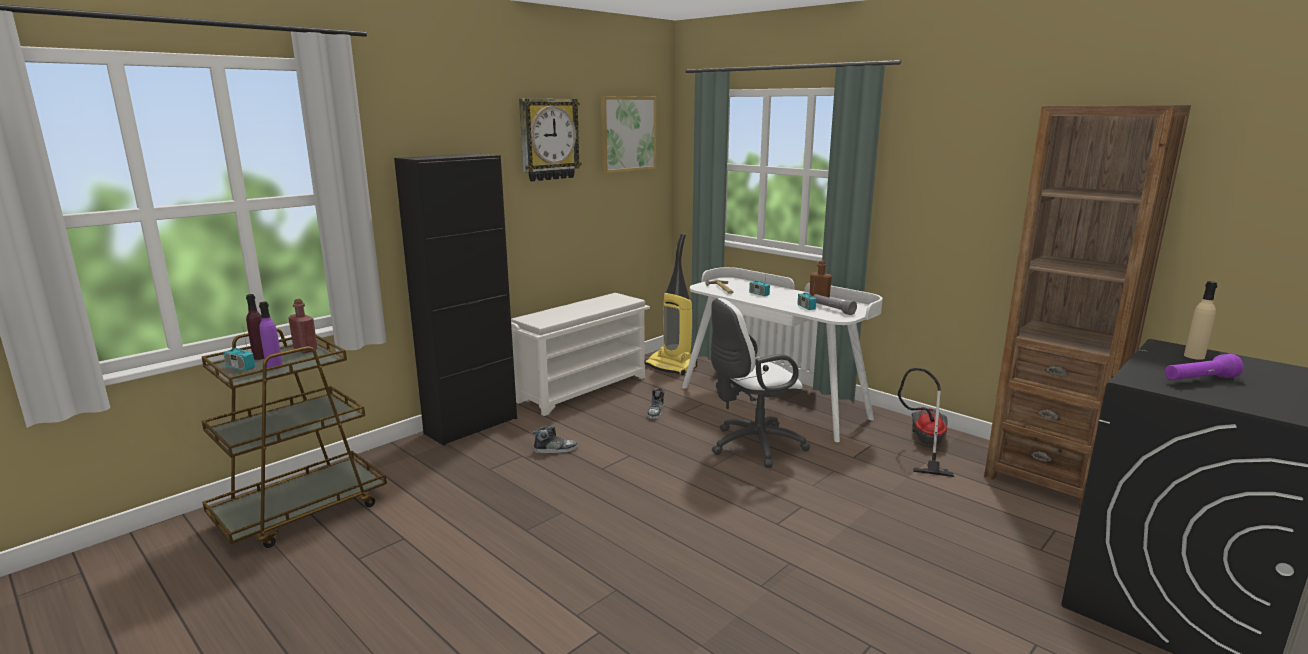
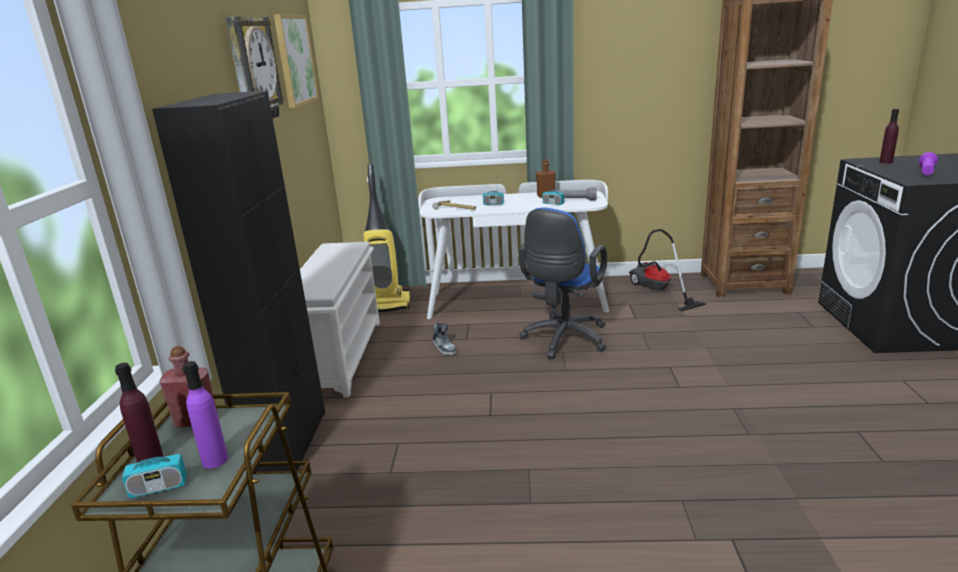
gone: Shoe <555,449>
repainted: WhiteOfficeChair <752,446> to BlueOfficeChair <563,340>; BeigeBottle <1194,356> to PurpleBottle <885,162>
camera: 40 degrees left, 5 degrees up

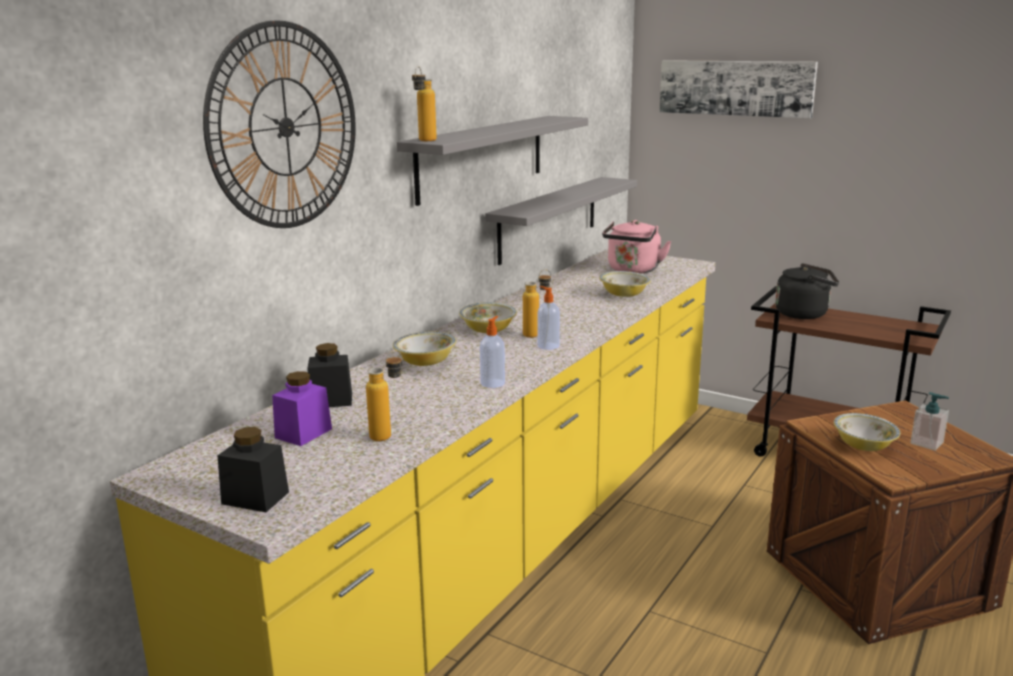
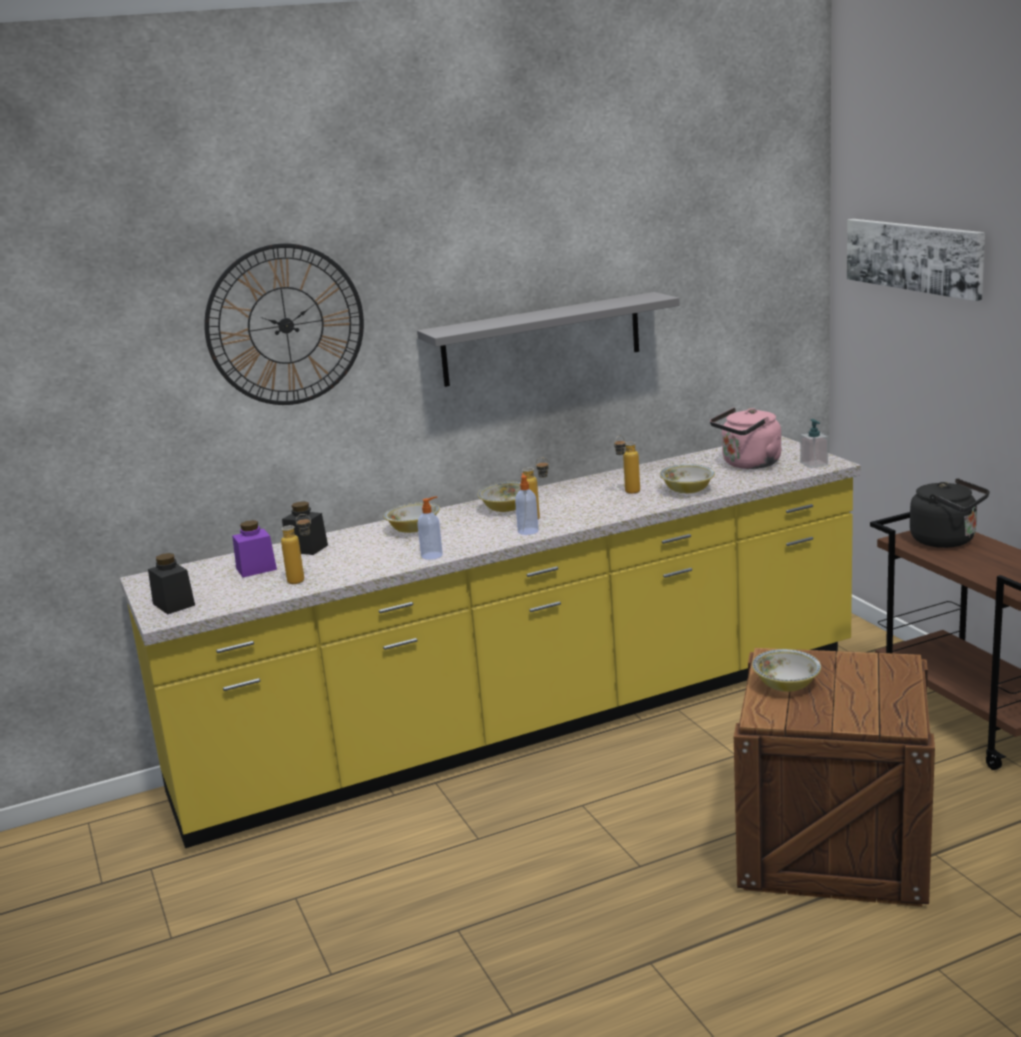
gone: GreyShelf <549,218>
shifted: Bottle <424,141> to <628,493>; SoapDispenser <927,443> to <814,464>
camera: 35 degrees right, 0 degrees up

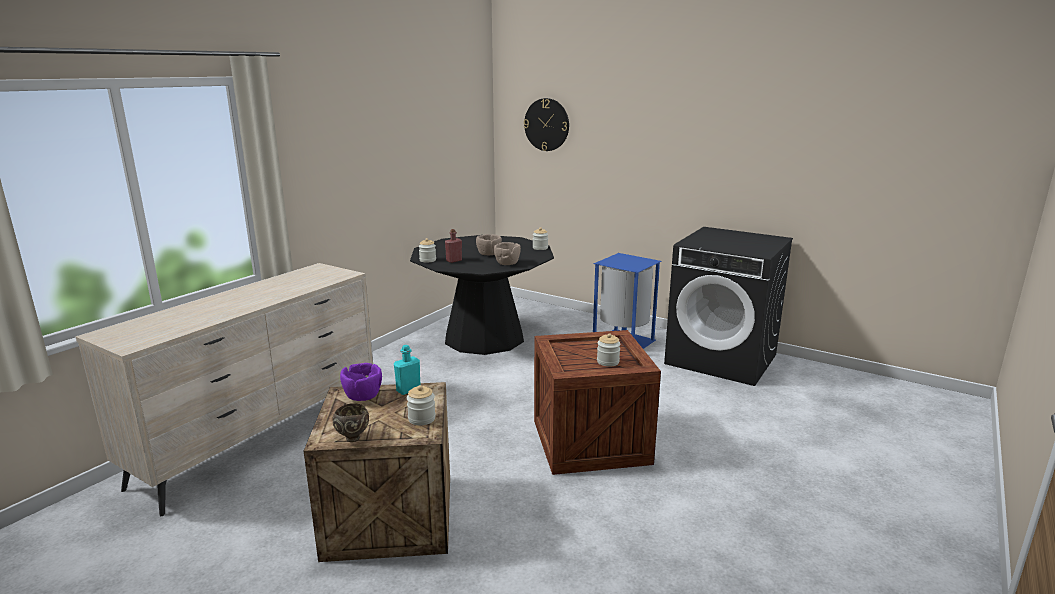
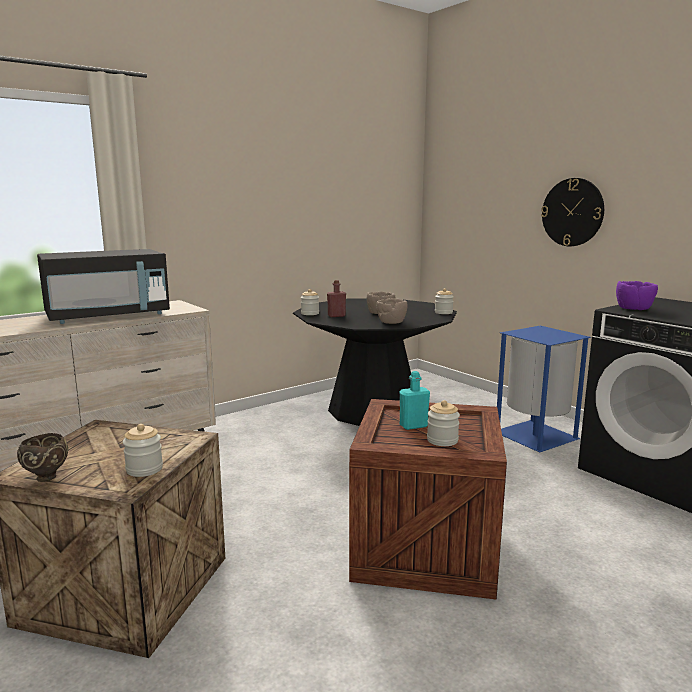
new: BlackMicrowave <108,316>
shifted: PurpleBowl <363,396> to <634,309>; TurquoiseBottle <408,390> to <413,426>; WallClock <546,124> to <572,212>
camera: 20 degrees right, 5 degrees down

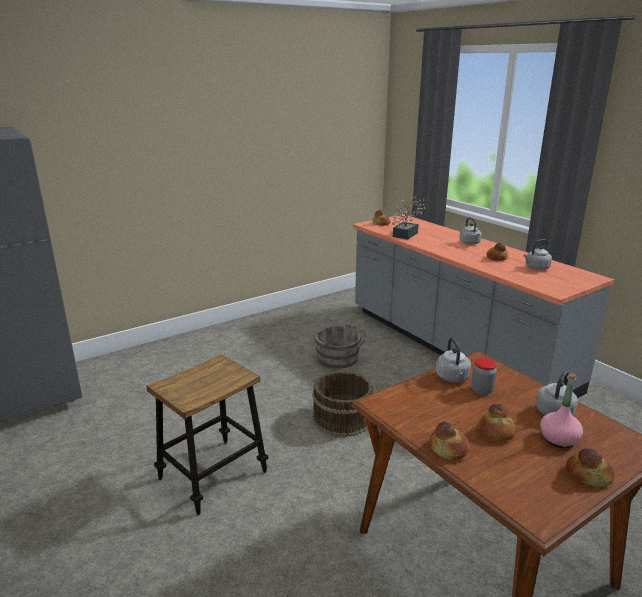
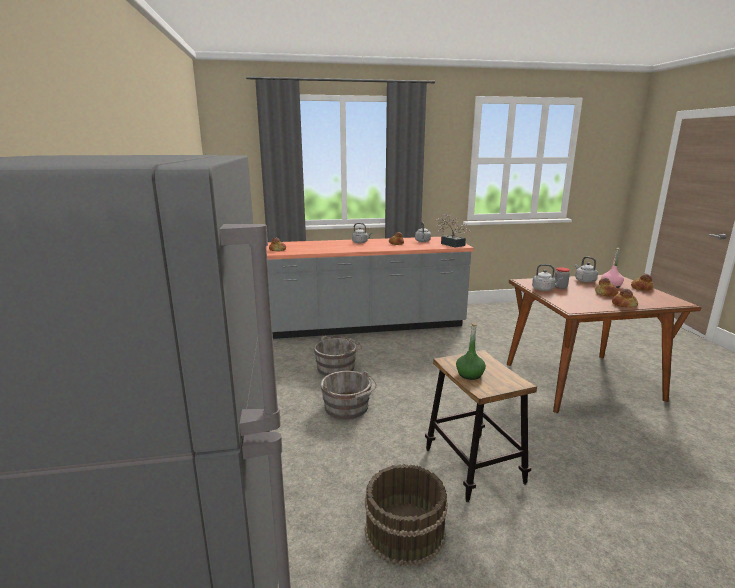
new: GreyBucket <348,408>; GreenBottle <470,374>
shifted: BrownBucket <343,418> to <404,530>; PottedPlant <407,234> to <451,244>
camera: 65 degrees left, 5 degrees down

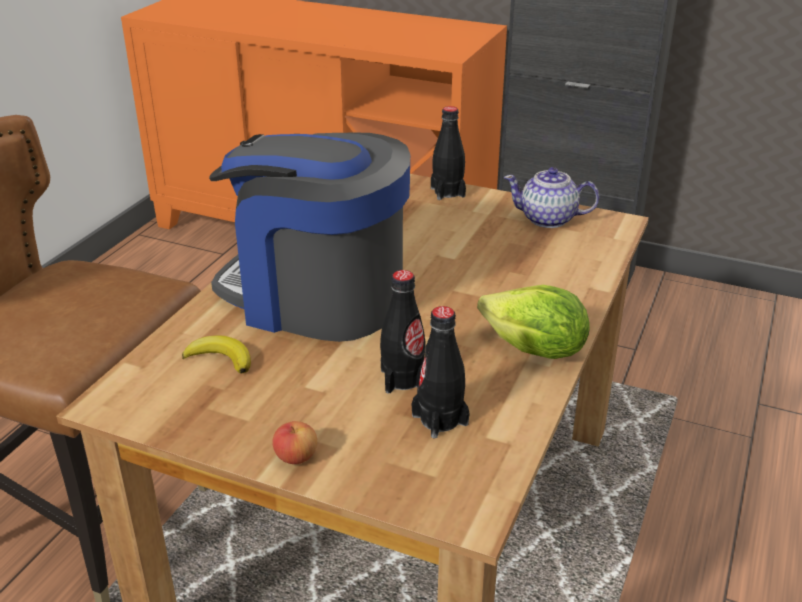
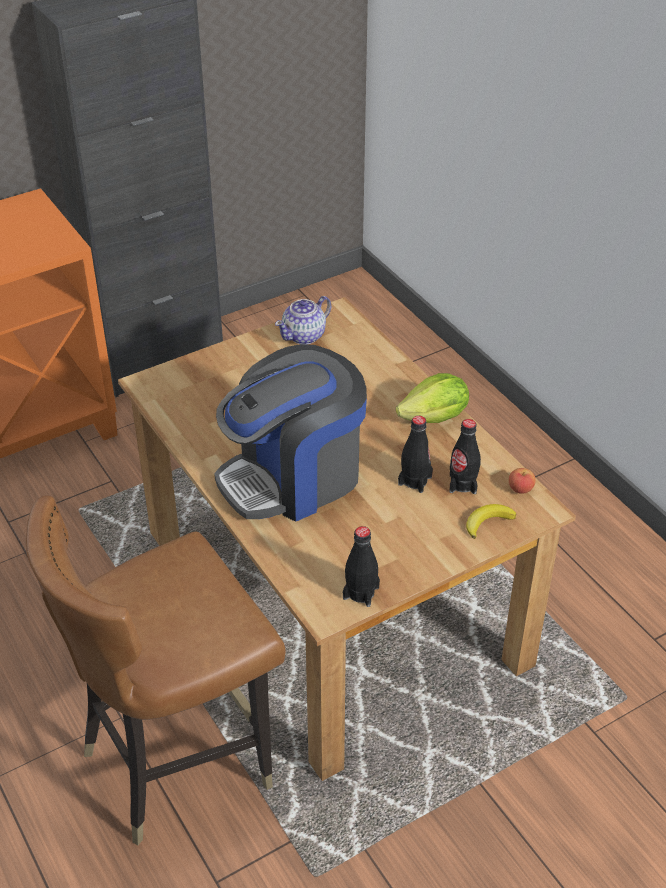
shifted: Banana <221,358> to <487,522>; Apple <296,457> to <520,489>; BlackBottle <447,192> to <361,592>
camera: 55 degrees left, 10 degrees up

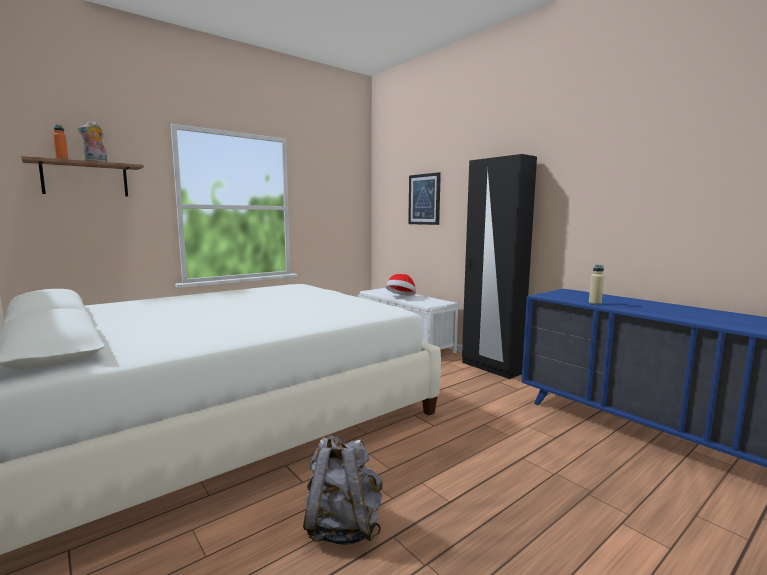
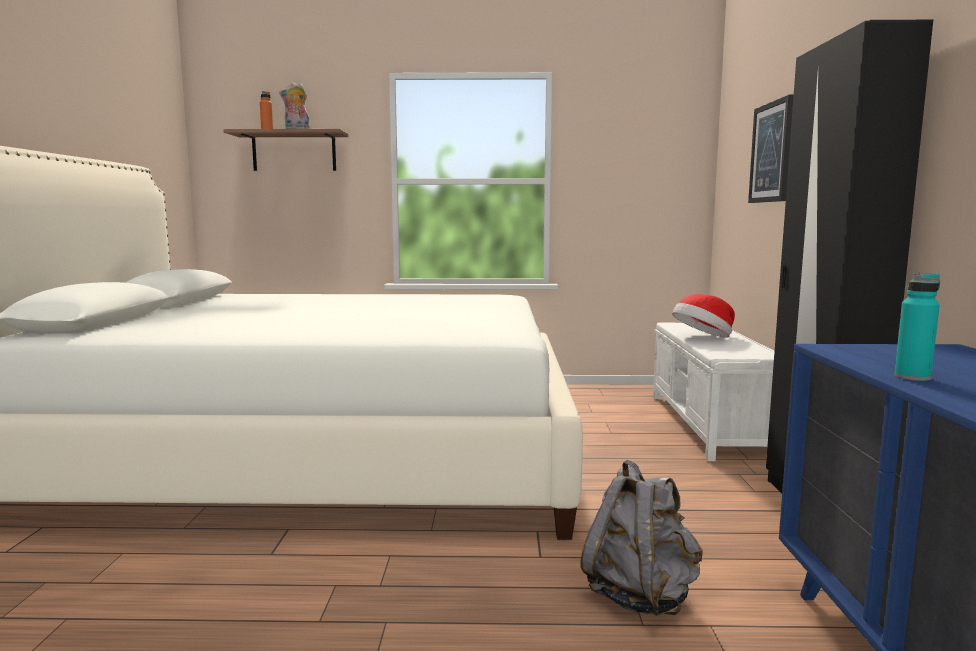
shifted: GreyBackpack <343,527> to <640,595>
repainted: BeigeBottle <595,303> to TurquoiseBottle <912,377>
camera: 40 degrees right, 0 degrees up

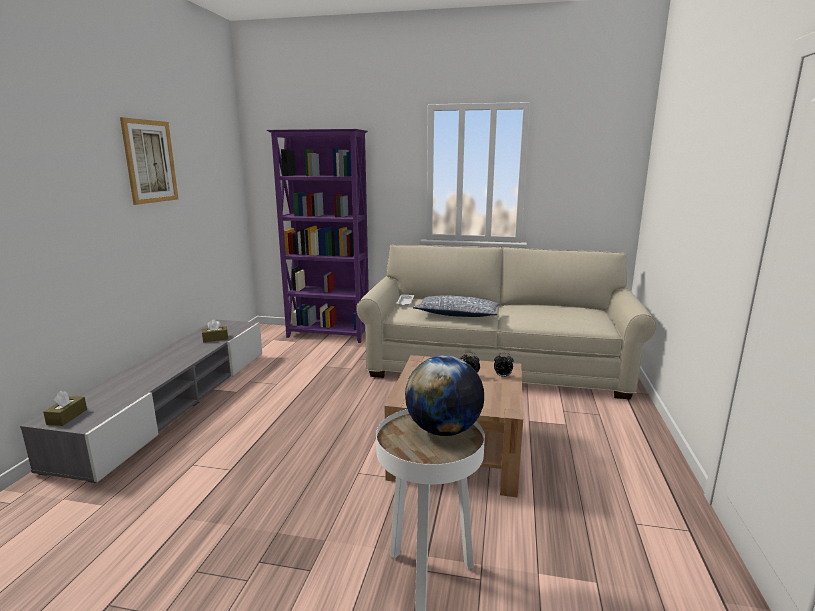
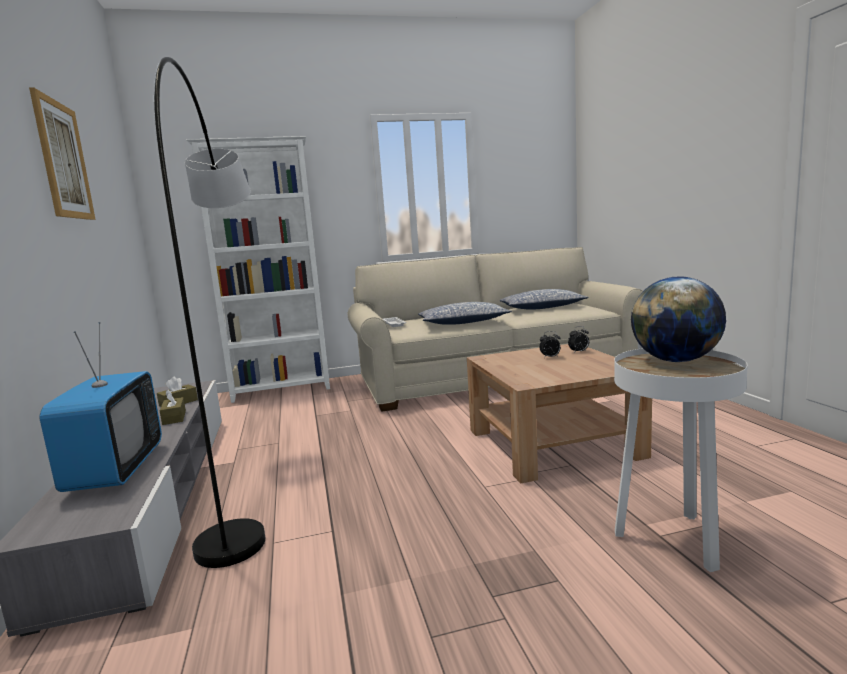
new: Television <116,469>; GreyFloorLamp <247,487>; Pillow <542,308>
shifted: BrownTissueBox <67,417> to <174,418>
repainted: PurpleBookcase <328,335> to WhiteBookcase <282,390>
camera: 25 degrees left, 5 degrees down

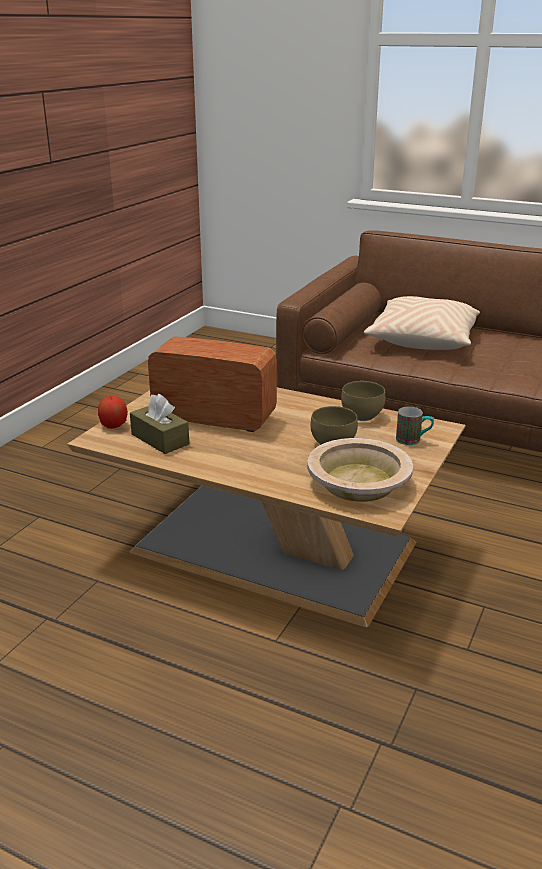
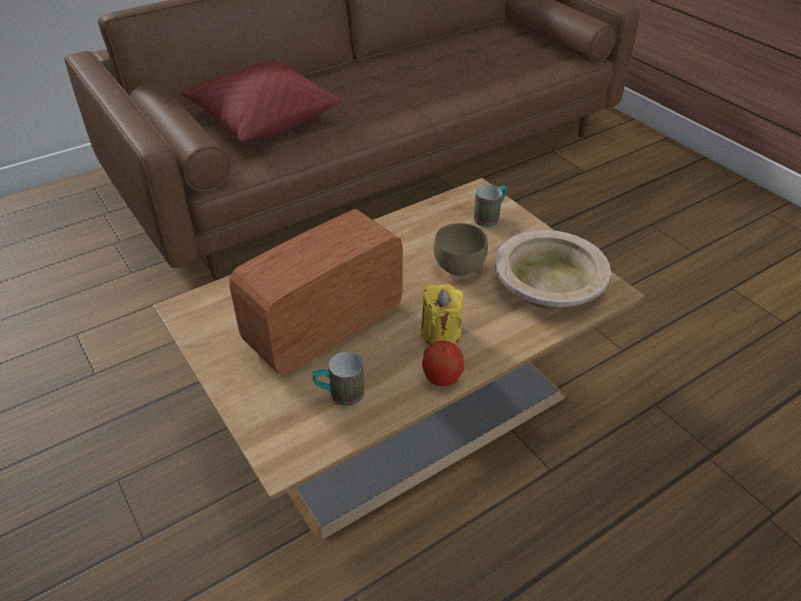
gone: BrownBowl <360,415>
new: YellowCandle <440,333>
shifted: Apple <113,426> to <442,378>
swapped: BrownTissueBox <160,439> to Mug <339,395>
repainted: BeigePillow <423,340> to RedPillow <263,119>
camera: 60 degrees left, 15 degrees up

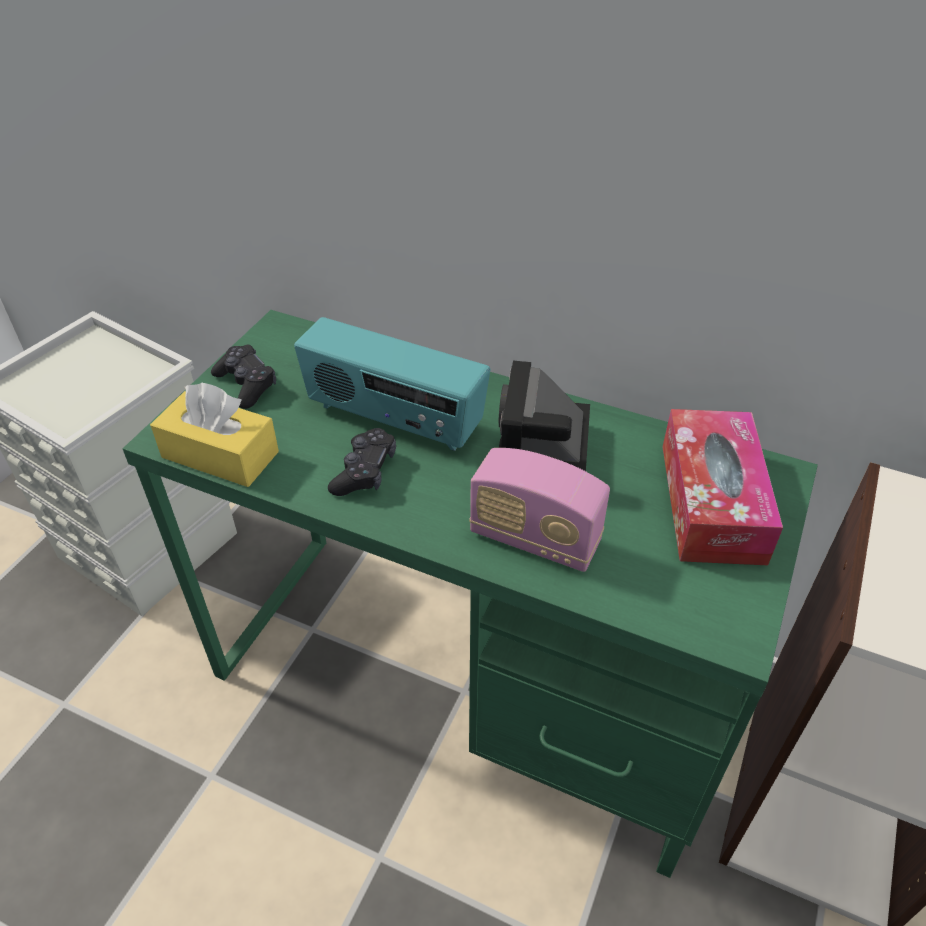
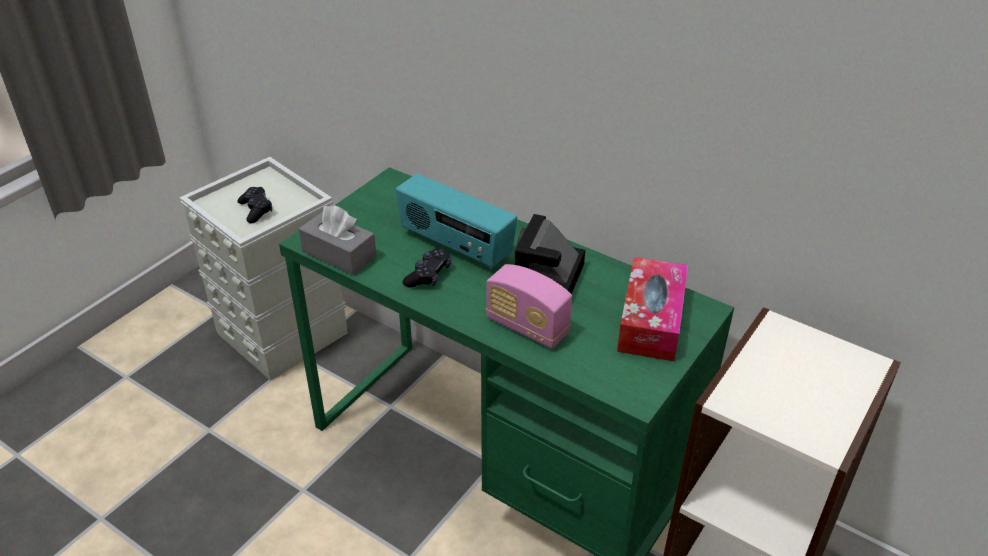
shifted: BlackGameController <246,384> to <256,210>
repainted: YellowTissueBox <220,454> to GreyTissueBox <339,254>
camera: 10 degrees right, 5 degrees down

